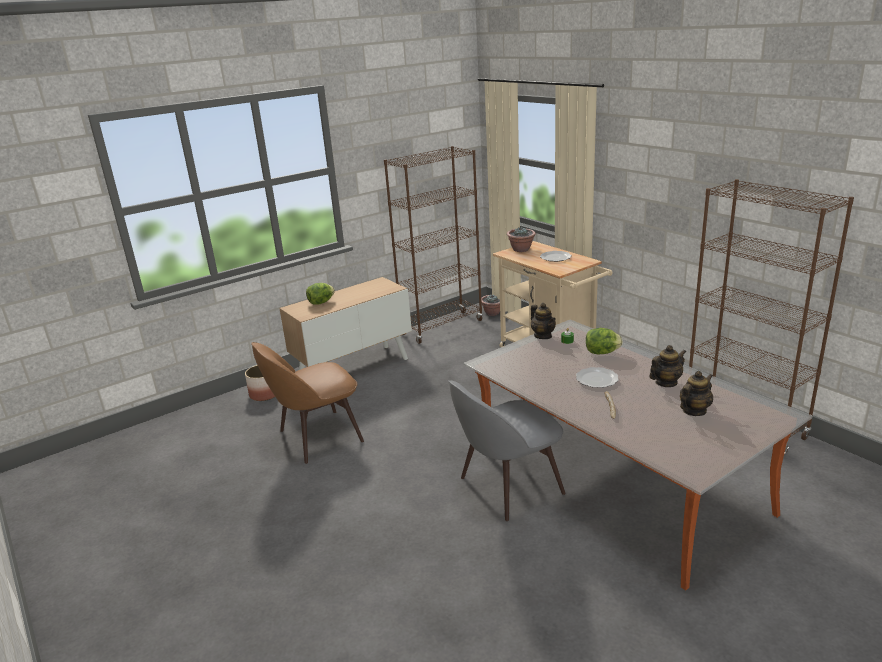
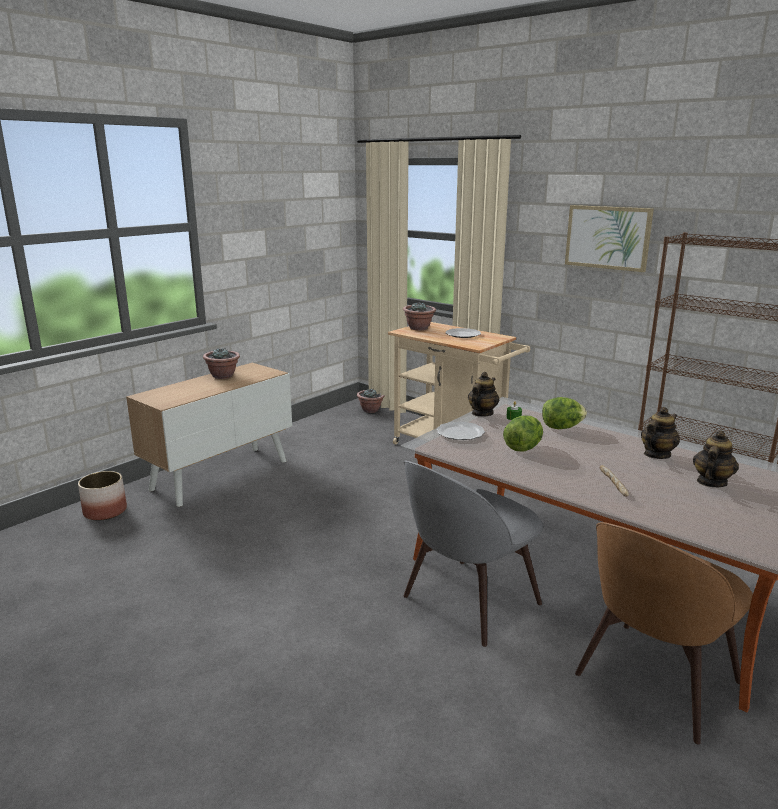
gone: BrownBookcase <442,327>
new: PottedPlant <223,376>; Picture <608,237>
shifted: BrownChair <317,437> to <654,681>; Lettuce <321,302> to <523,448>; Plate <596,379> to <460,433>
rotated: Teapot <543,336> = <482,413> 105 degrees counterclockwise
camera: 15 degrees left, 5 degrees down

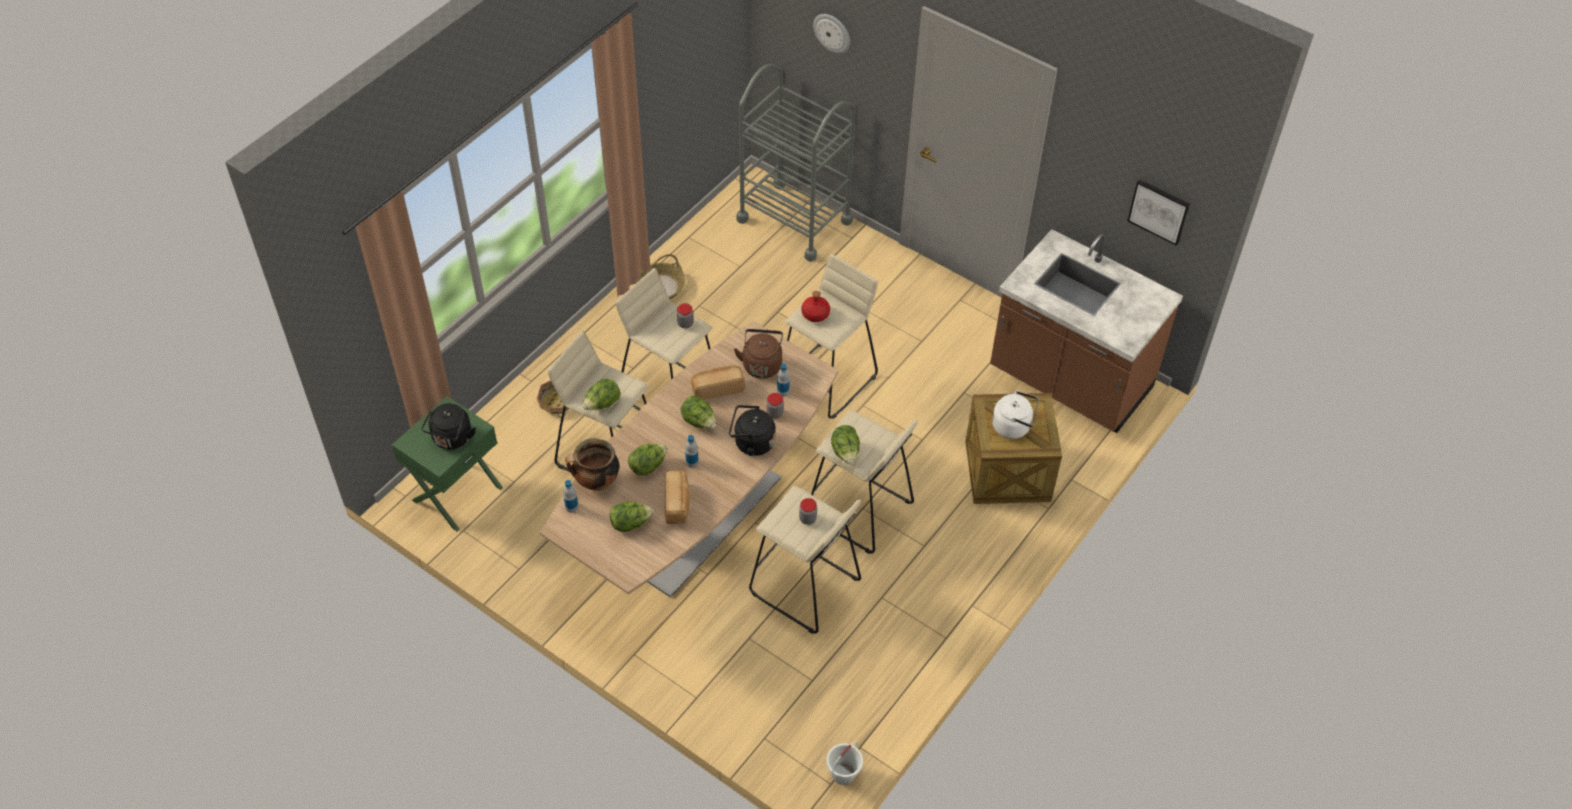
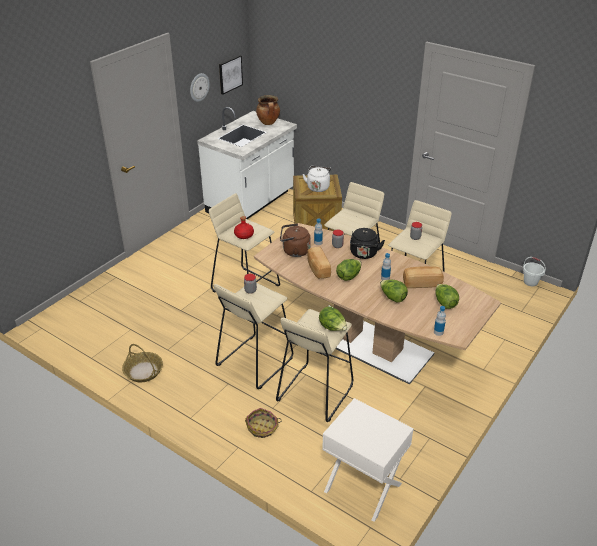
gone: BlackKettle <451,439>; GreyCart <794,220>; Lettuce <845,452>
shifted: CookingPot <596,482> to <268,123>; WallClock <832,32> to <199,87>
repainted: GreenNightstand <456,493> to WhiteNightstand <362,488>; BrownCounter <1069,381> to WhiteCounter <251,202>
camera: 90 degrees left, 15 degrees down

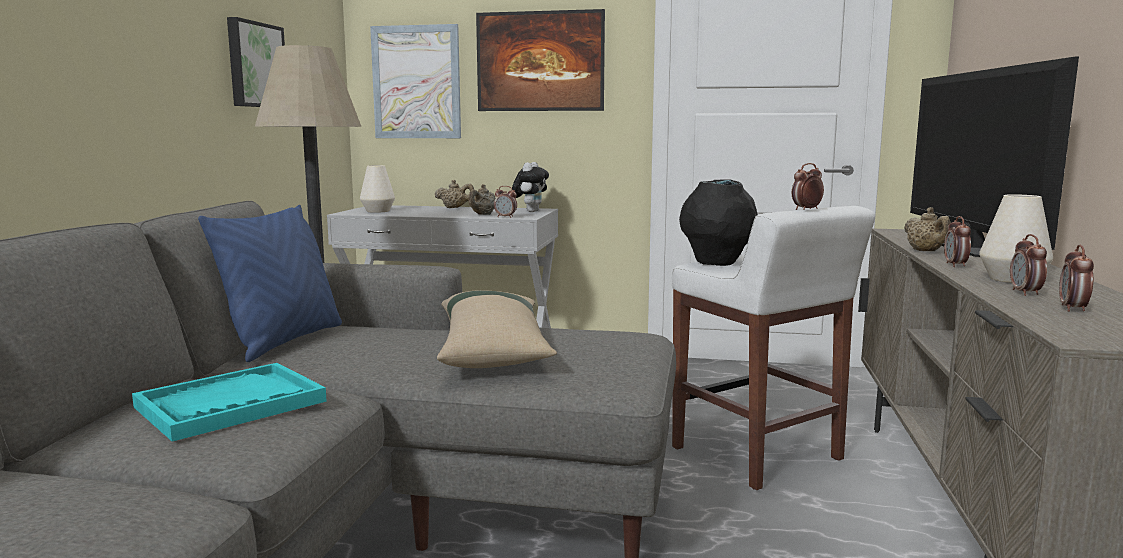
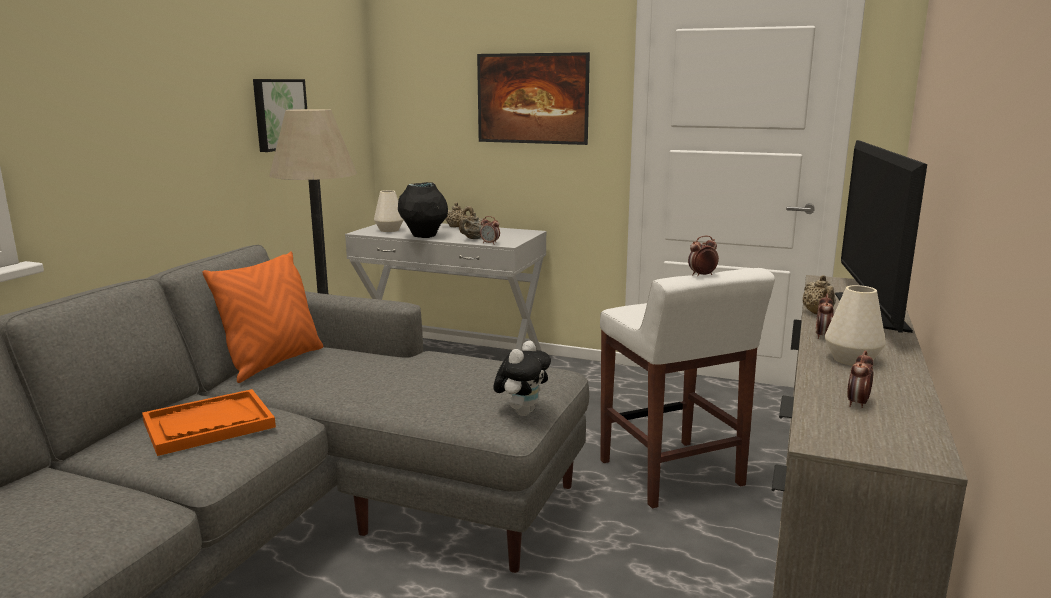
gone: Picture <416,82>; BeigePillow <492,347>; AlarmClock <1025,293>
shifted: PlushToy <530,211> to <522,412>; BlackVase <717,263> to <424,236>
repainted: TurquoiseTray <230,404> to OrangeTray <208,425>; BluePillow <284,341> to OrangePillow <273,363>
camera: 10 degrees right, 5 degrees up

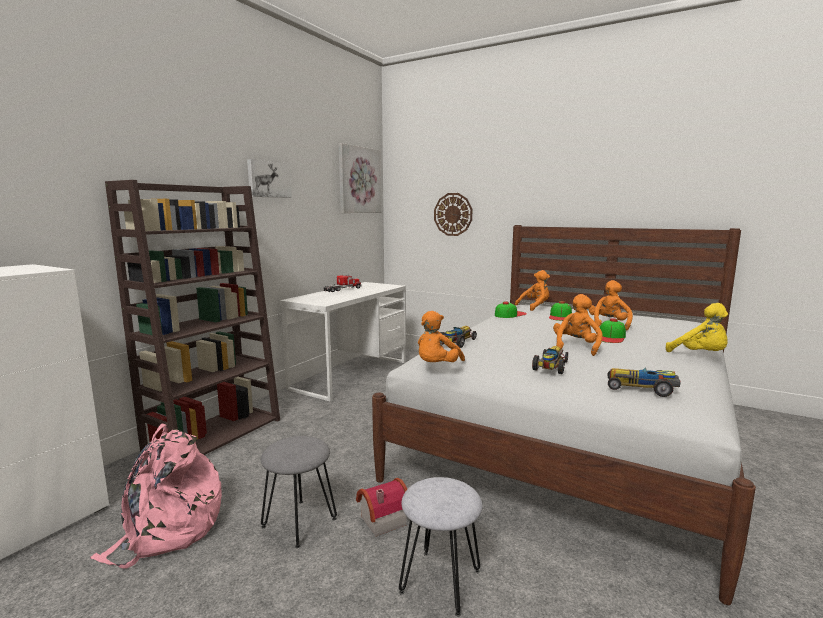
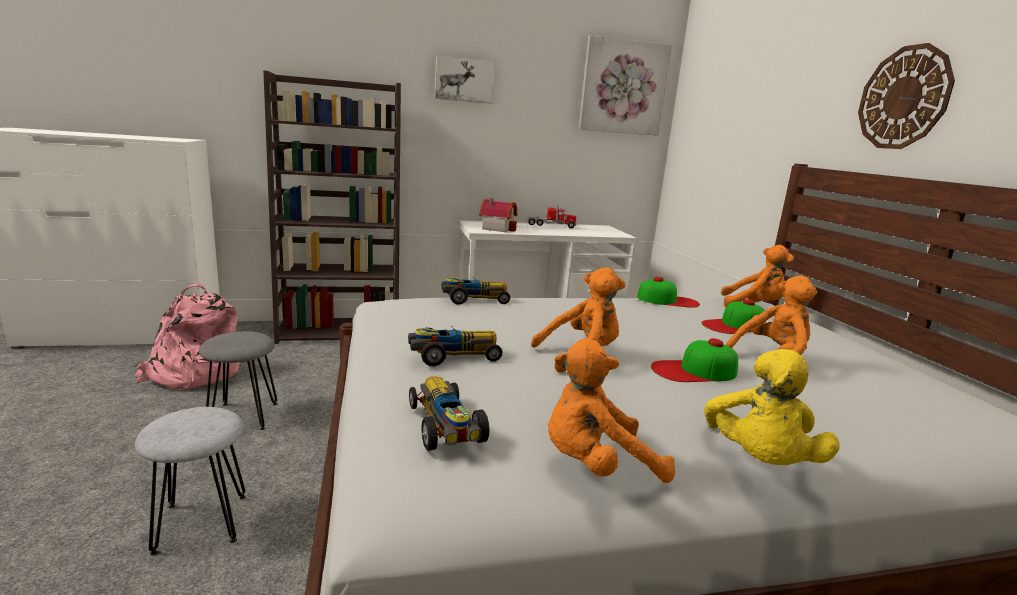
shifted: ToyHouse <381,519> to <497,228>; OrangePlushToy <437,366> to <596,465>; WallClock <453,214> to <904,98>
camera: 45 degrees right, 5 degrees up

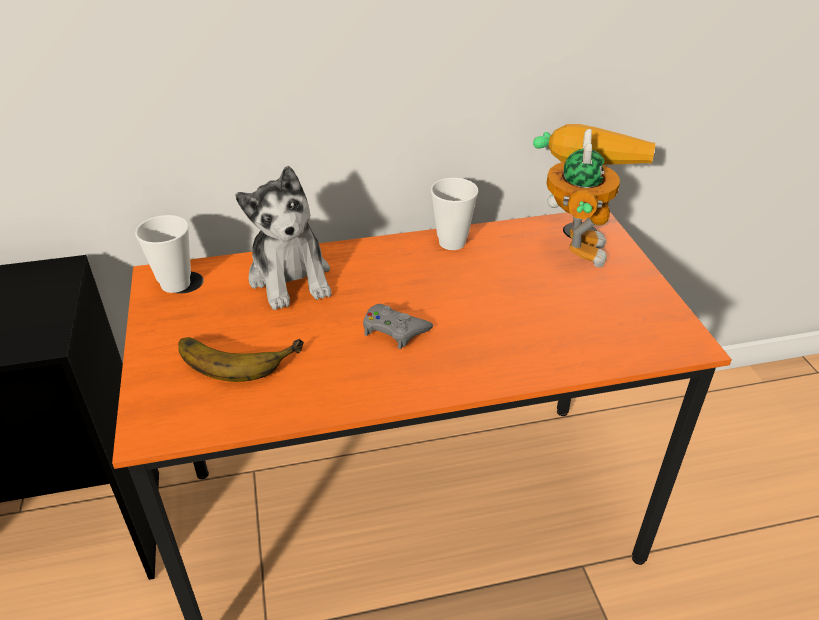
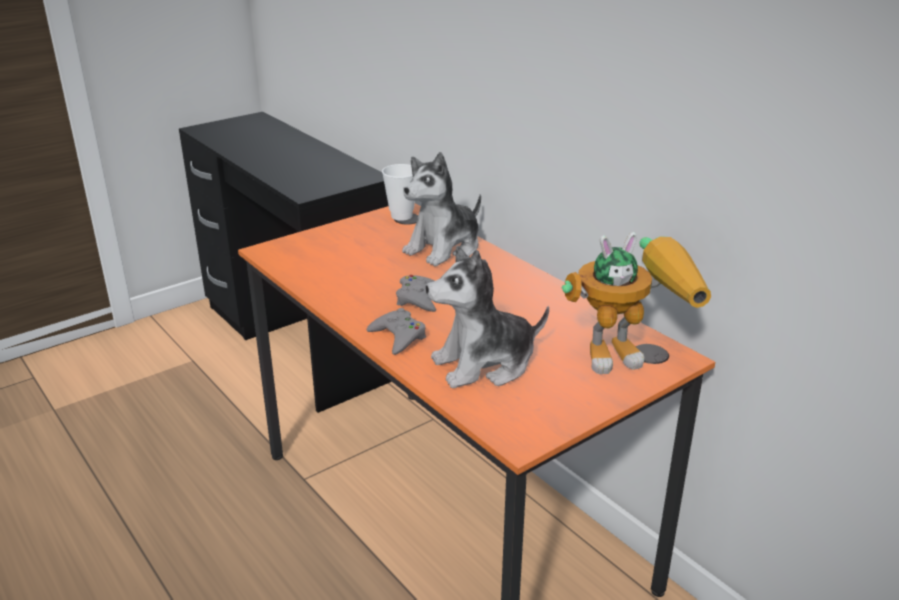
gone: Banana <238,354>; Cup <452,242>
new: GreyGameController <398,337>; PlushToy <484,364>
camera: 65 degrees right, 10 degrees down

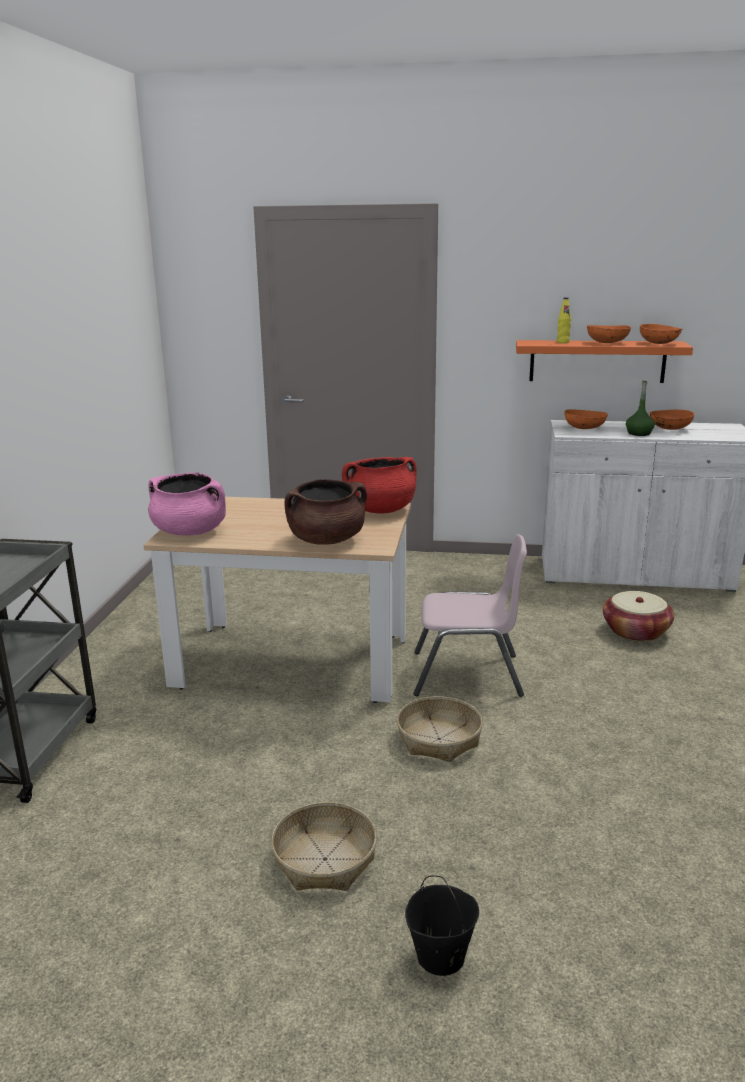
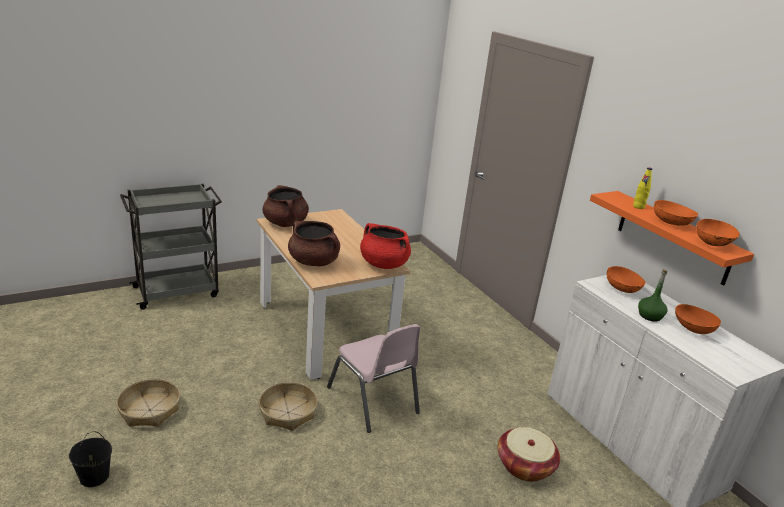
repainted: PinkCookingPot <190,531> to BrownCookingPot <285,223>
camera: 50 degrees right, 5 degrees up

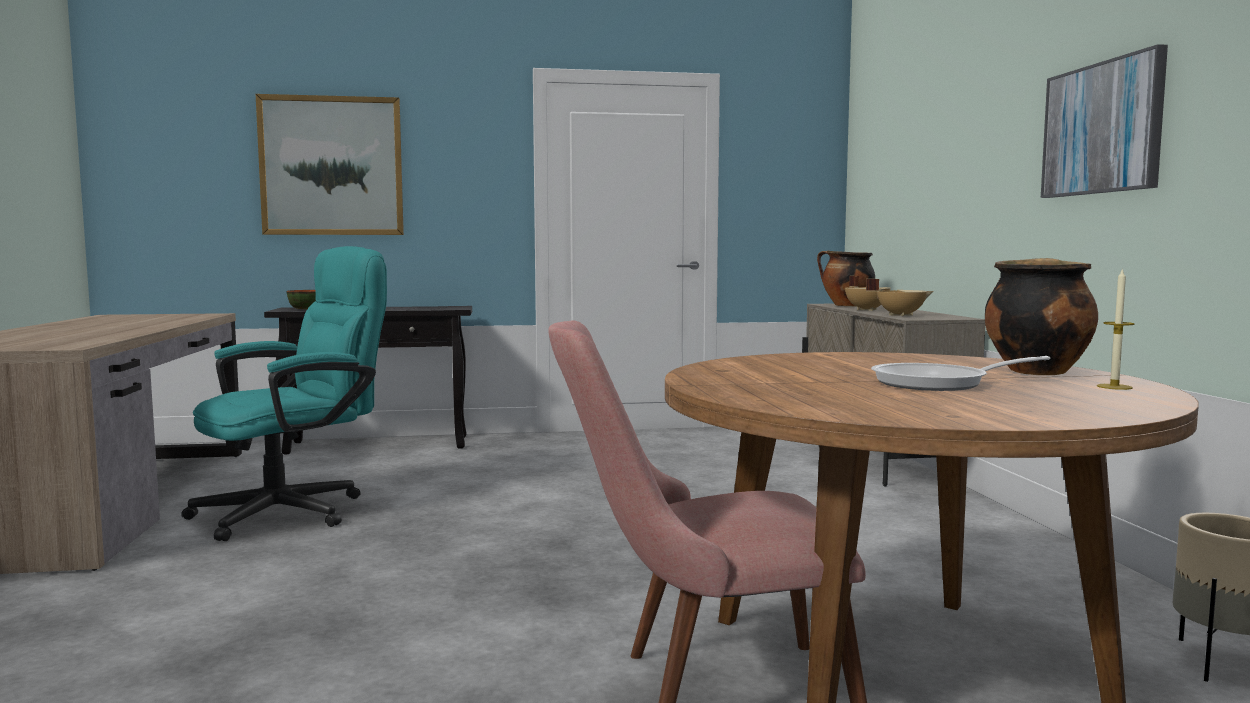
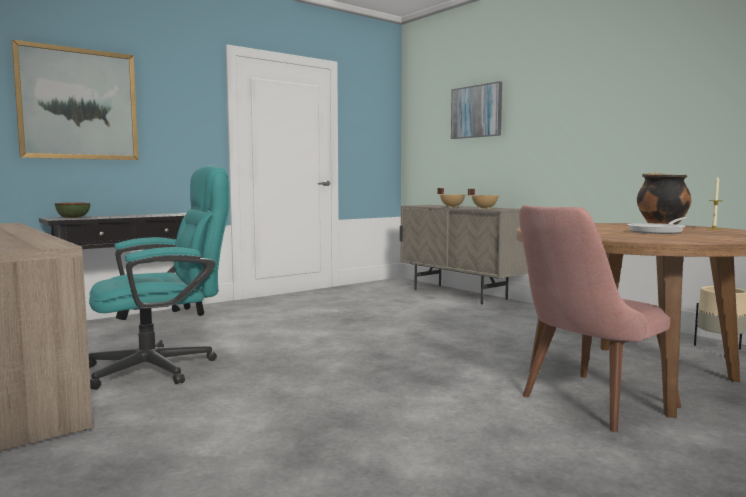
gone: CookingPot <846,306>
shifted: Picture <1102,128> to <476,111>
rotated: TurquoiseOfficeChair <295,510> = <163,367> 45 degrees clockwise
camera: 30 degrees left, 0 degrees up

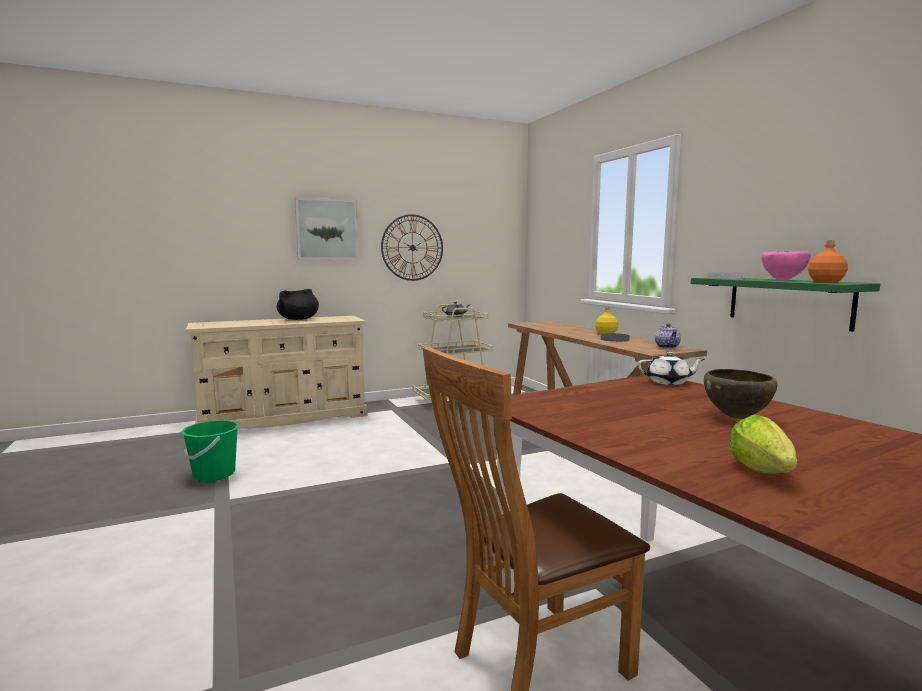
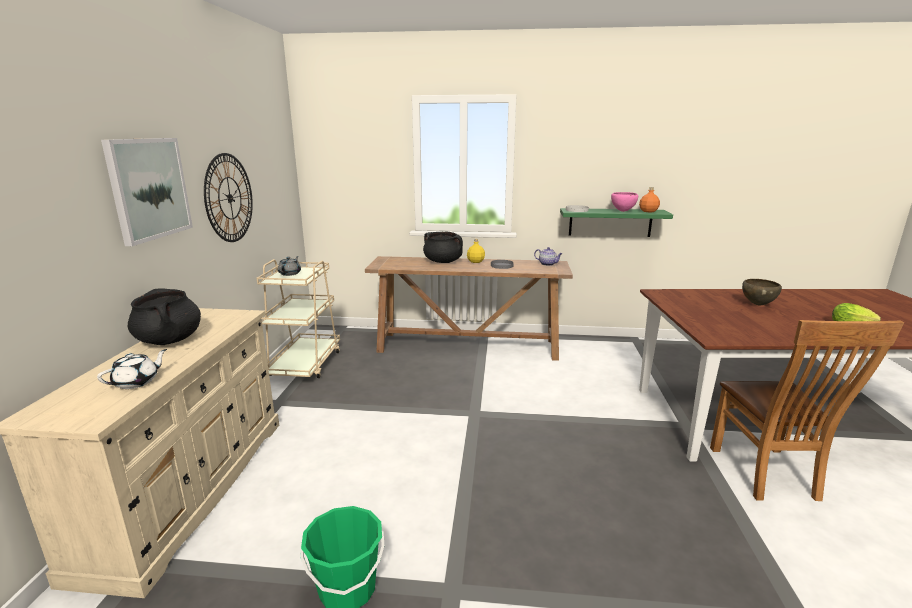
new: BlackCookingPot <443,261>
shifted: WhiteTeapot <669,382> to <137,382>
camera: 60 degrees left, 10 degrees up

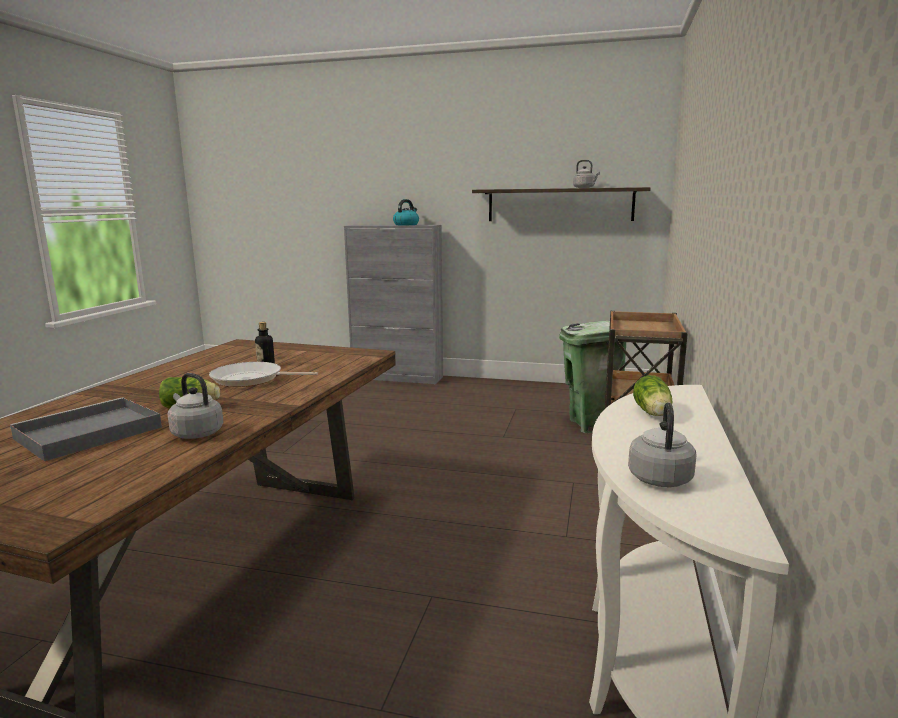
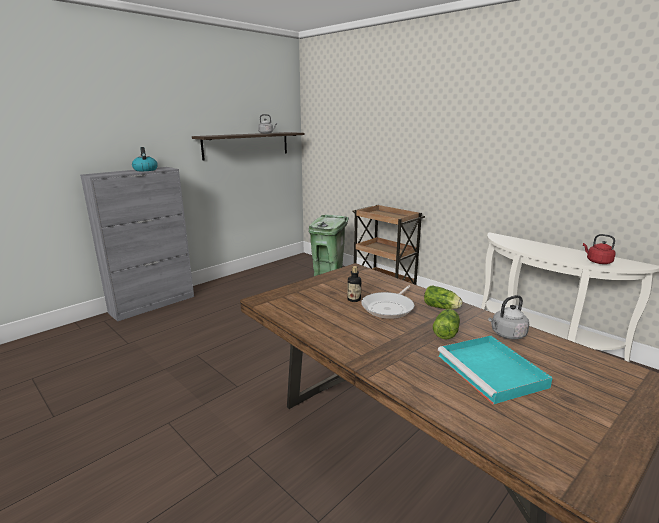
shifted: Lettuce <653,413> to <442,308>
repainted: GreyTray <86,434> to TurquoiseTray <493,372>; GreyKettle <660,477> to RedKettle <597,261>
camera: 60 degrees left, 5 degrees up

